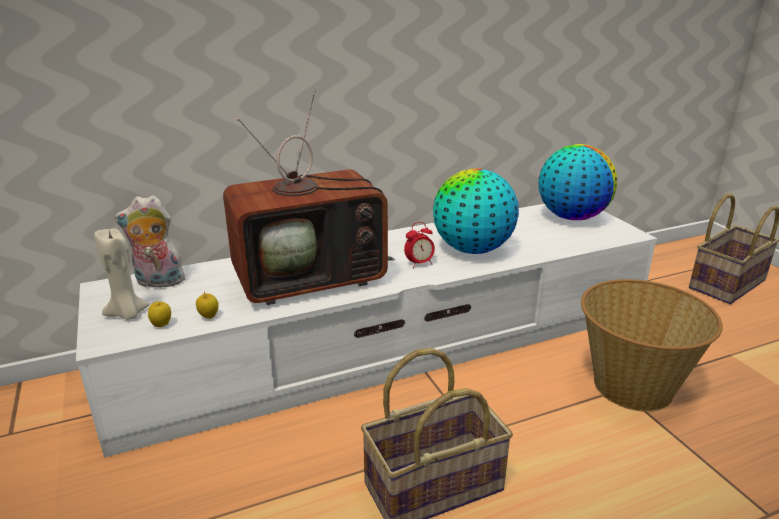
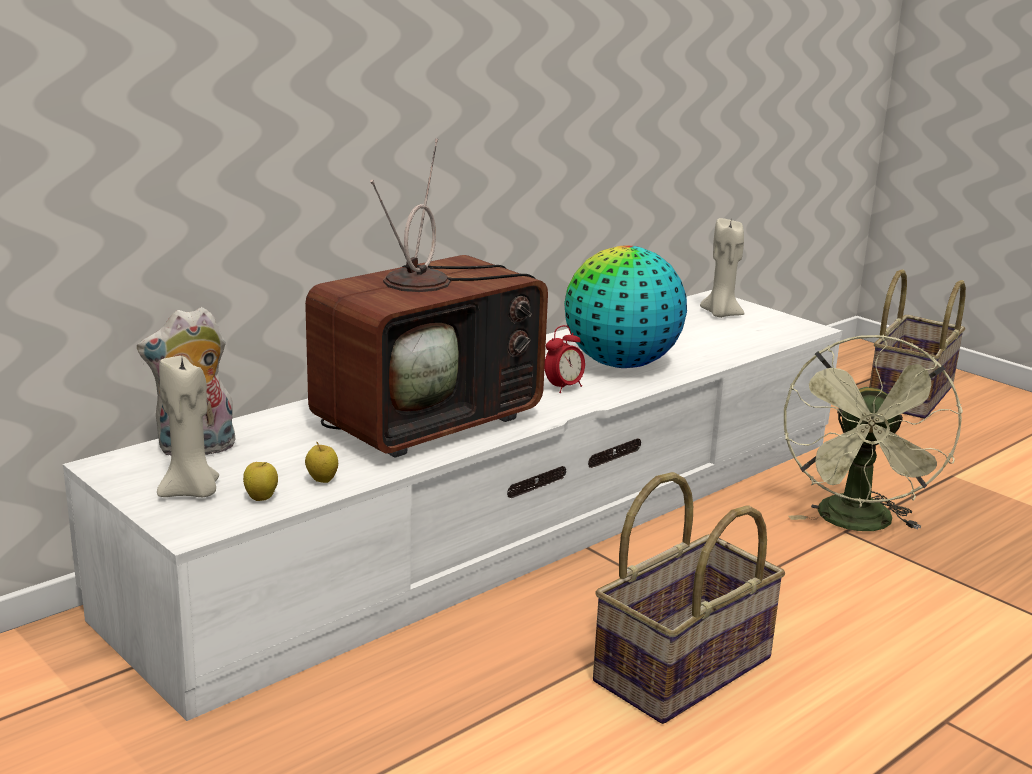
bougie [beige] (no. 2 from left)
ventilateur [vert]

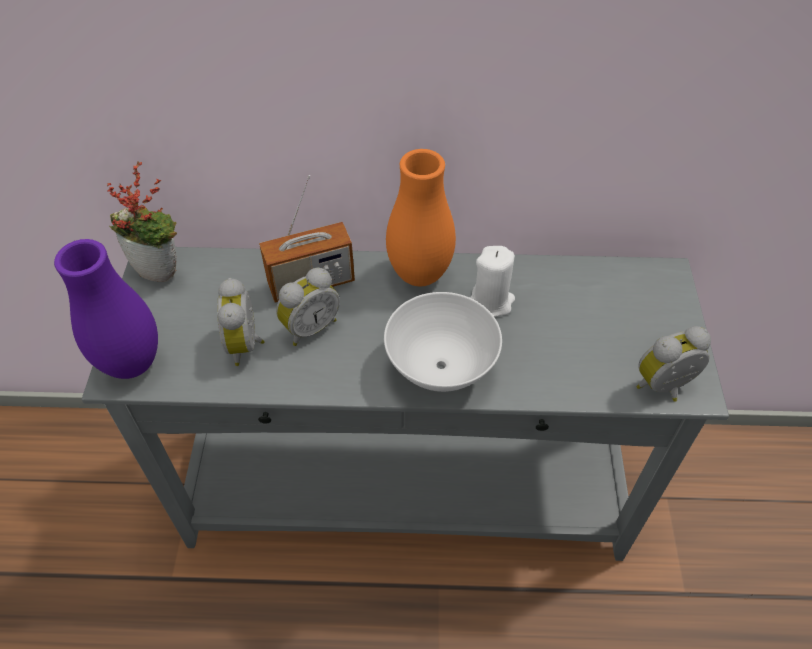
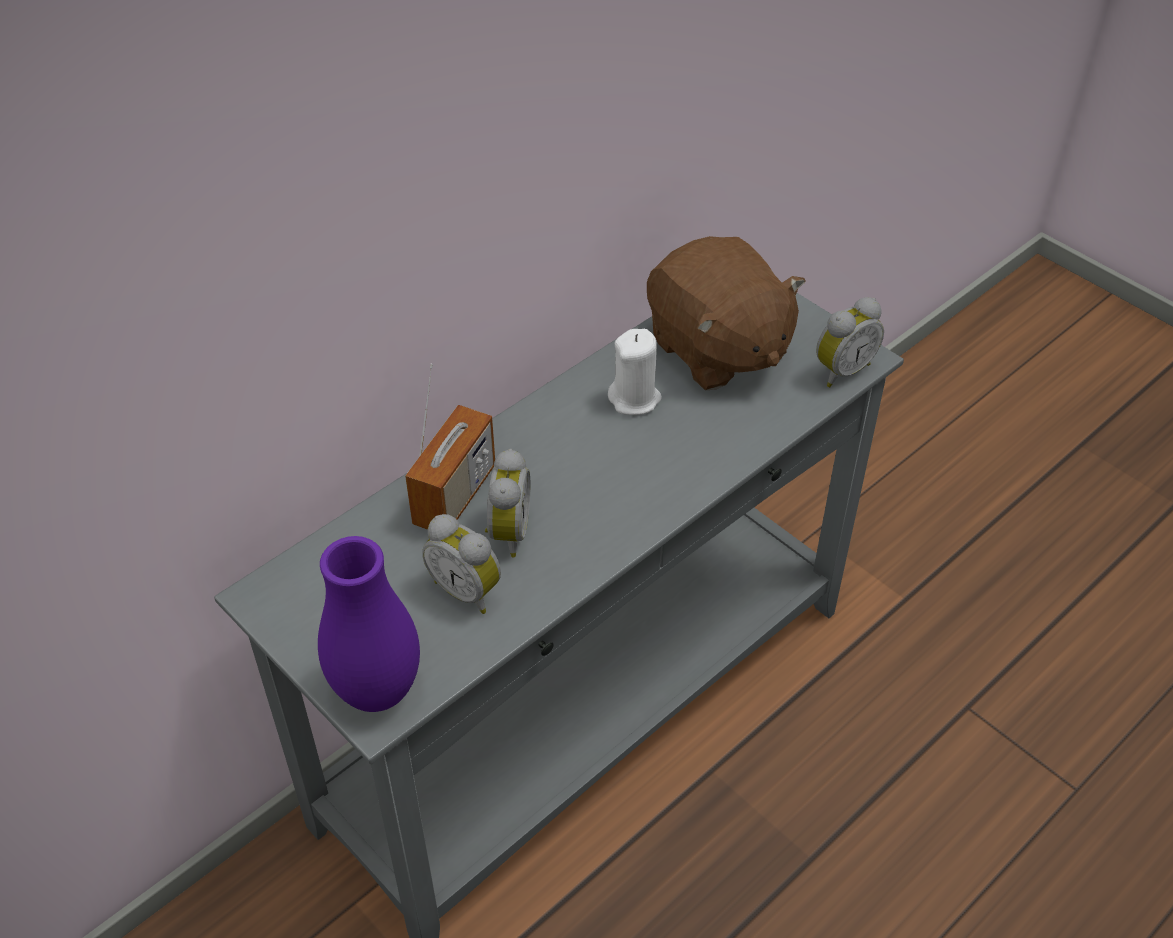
plante en pot
bol [blanc]
vase [orange]
peluche [marron]
réveil (no. 3 from left)

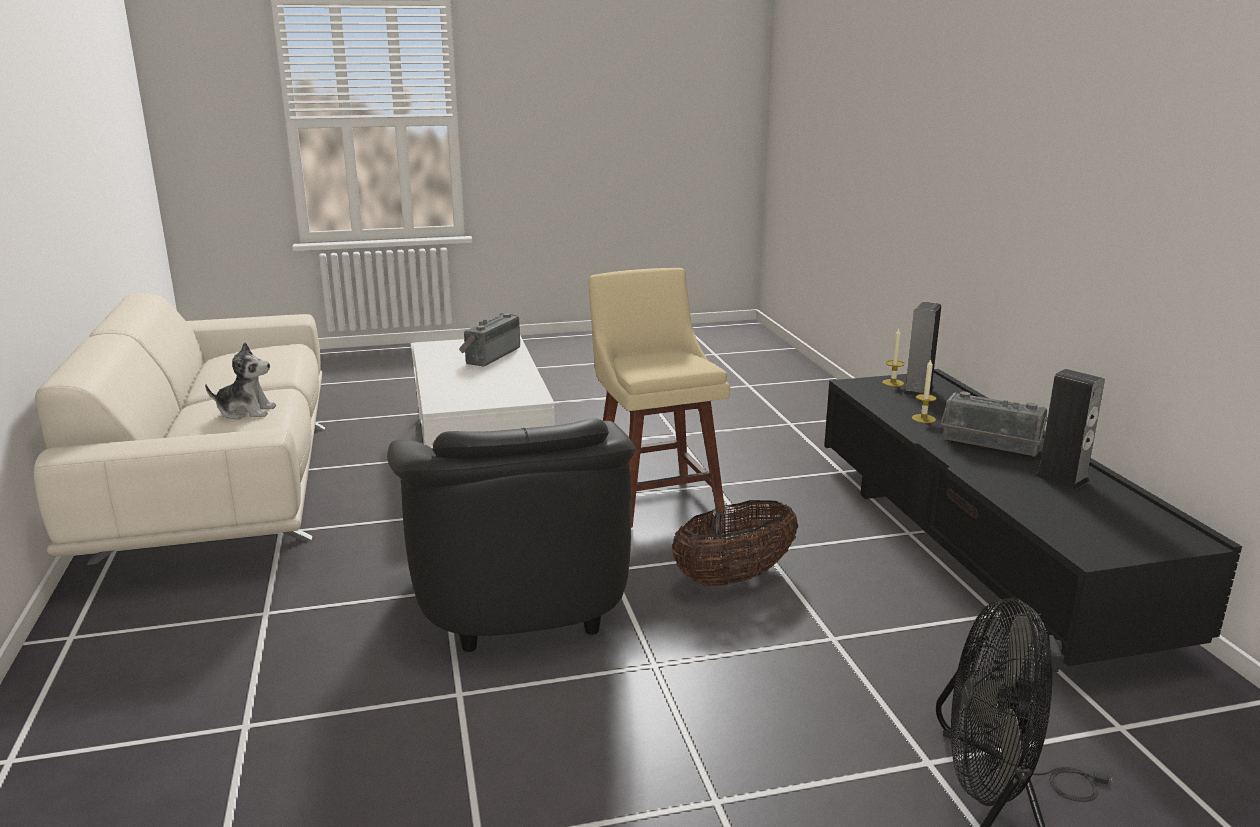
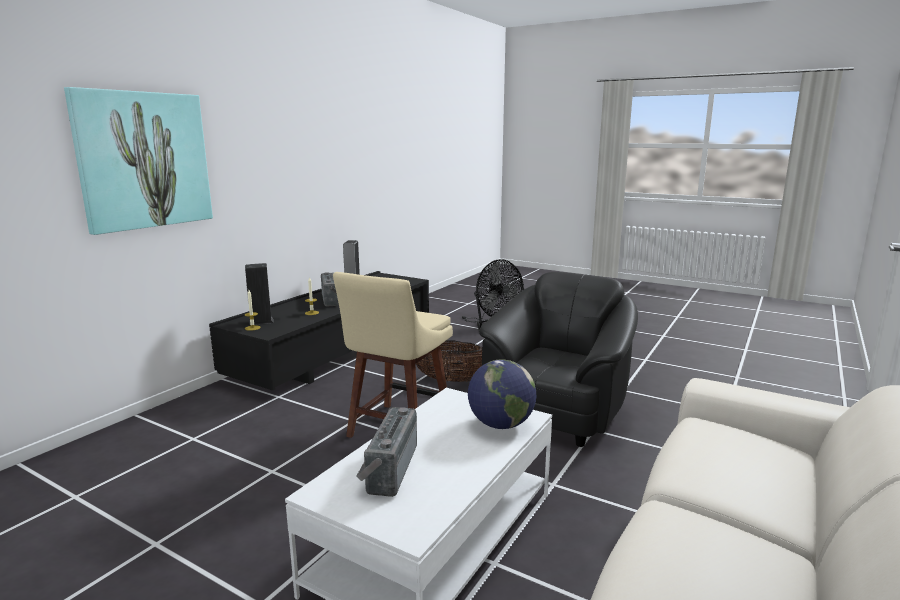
peluche
tableau
globe
radio (no. 2 from left)

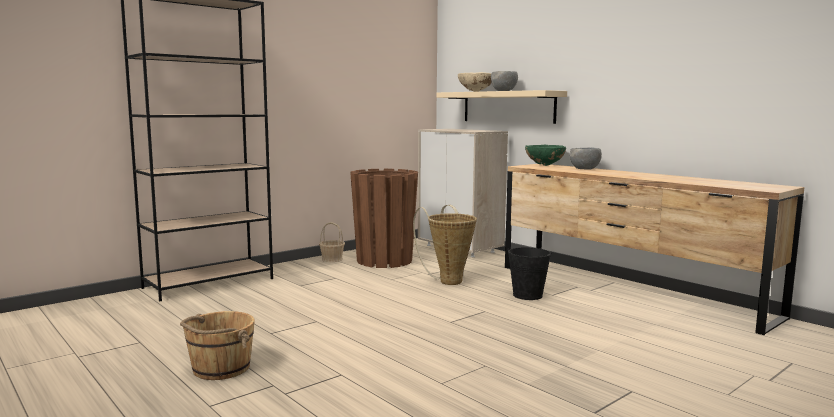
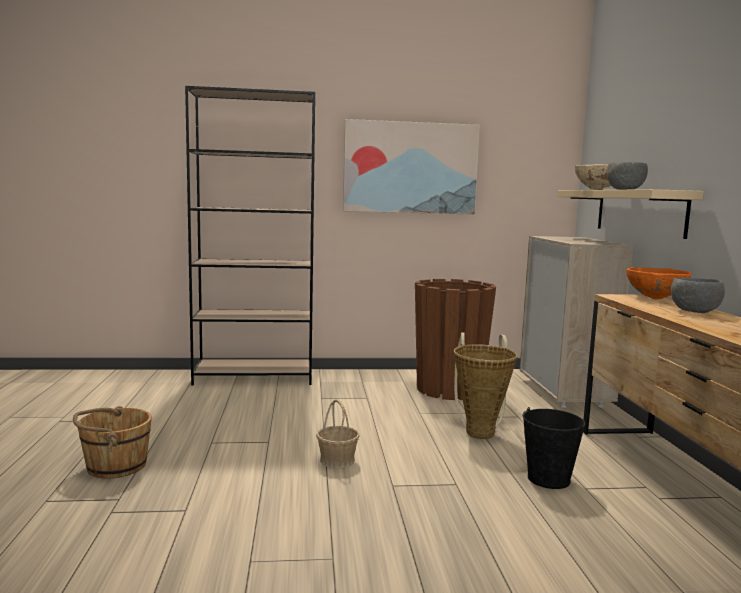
tableau
panier (no. 1 from left)
bol [orange]

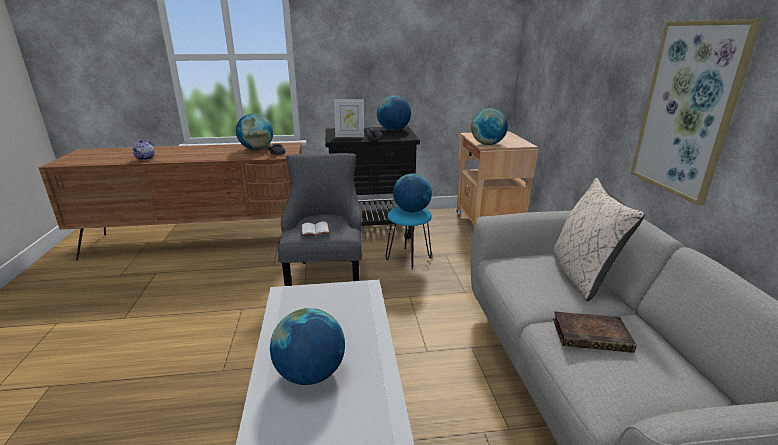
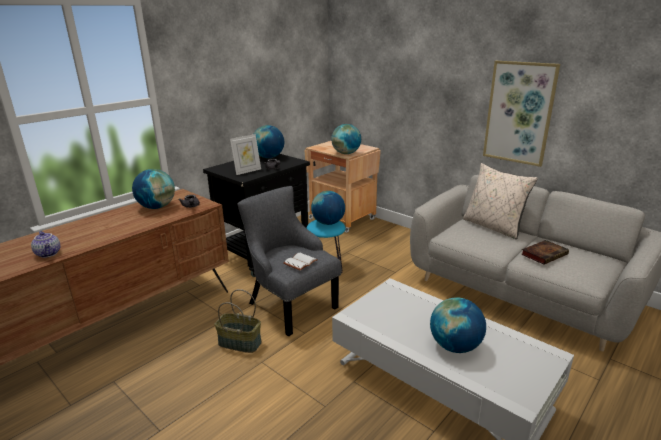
panier

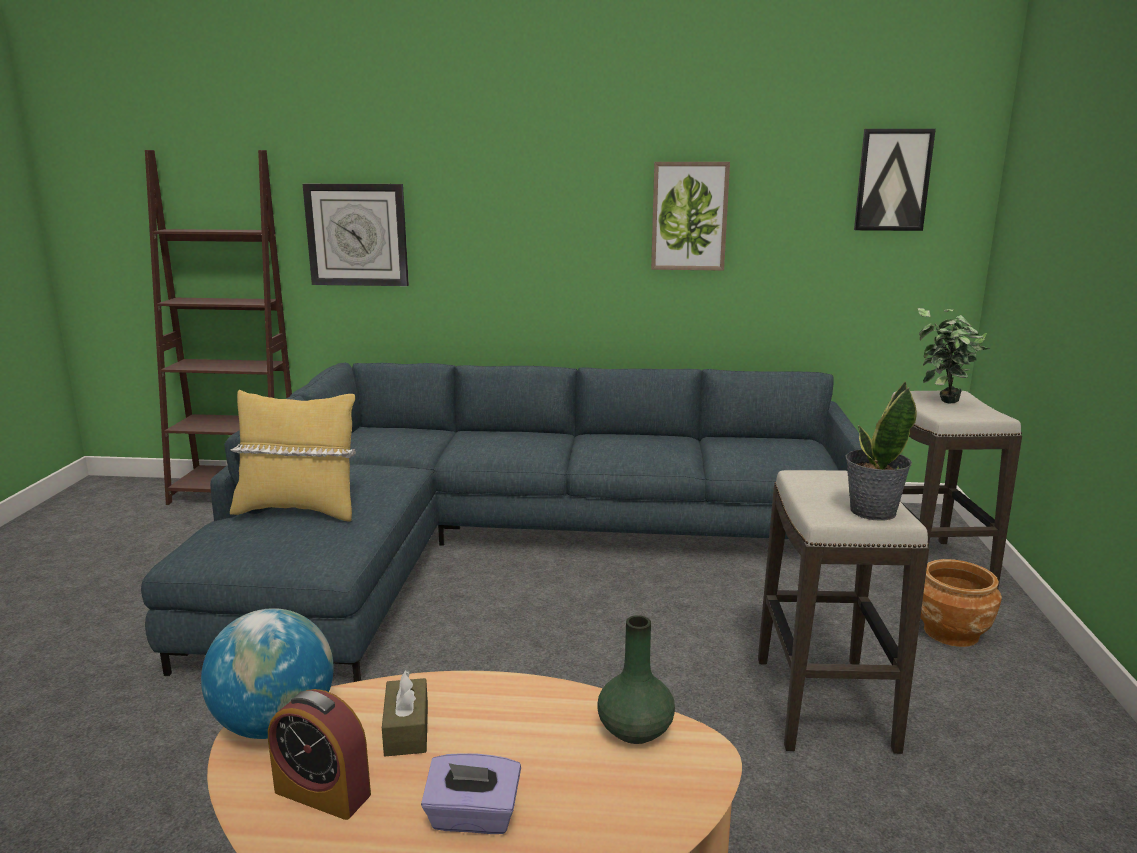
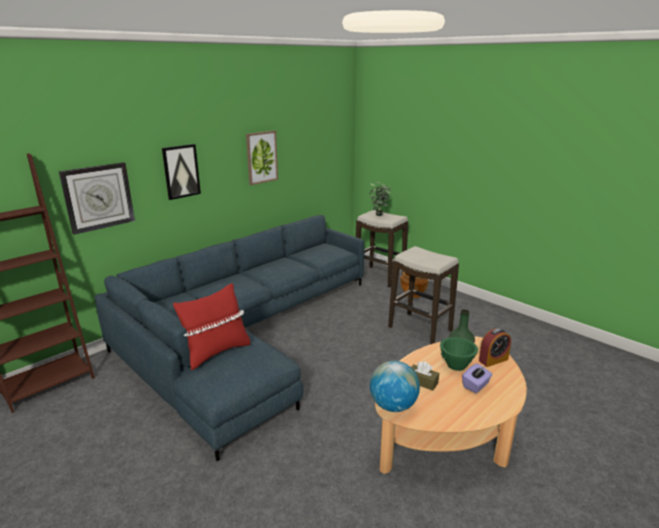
plante en pot (no. 1 from left in the first image)
bol [vert]
réveil
tableau (no. 1 from left)
coussin [rouge]

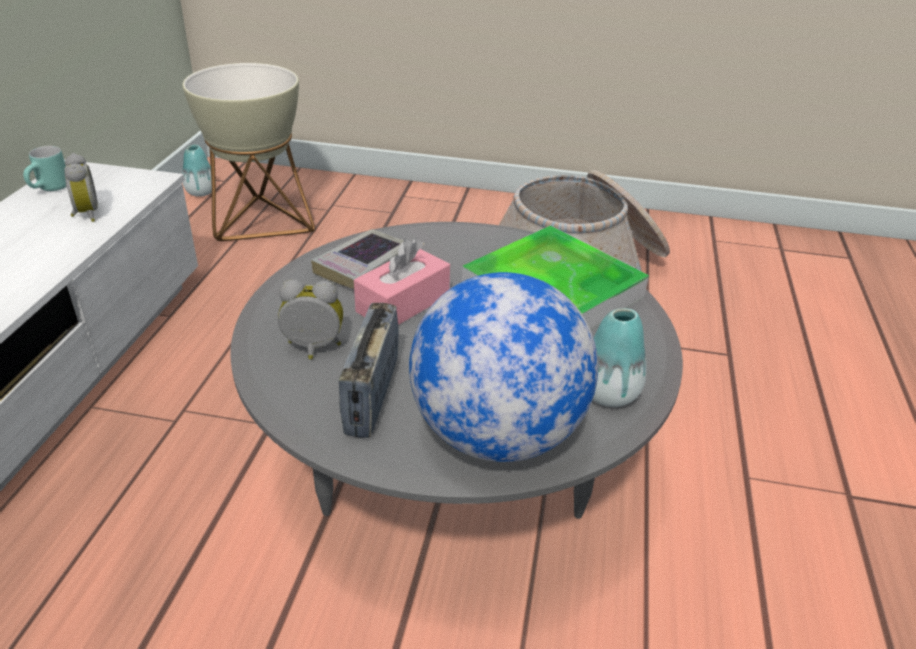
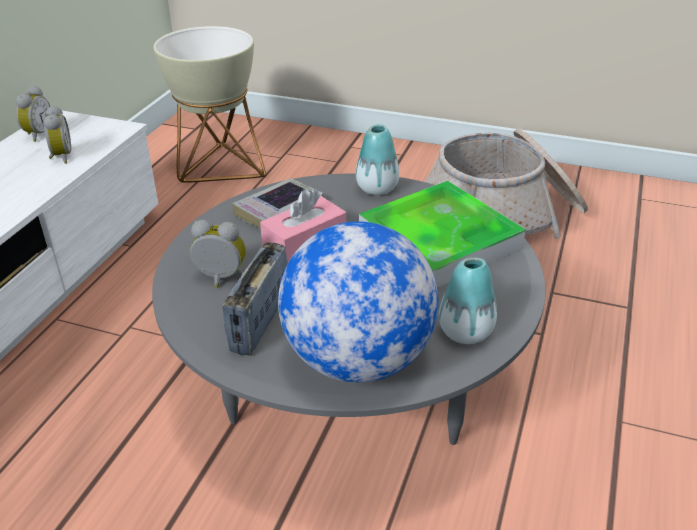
vase (no. 1 from left)
réveil (no. 1 from left)

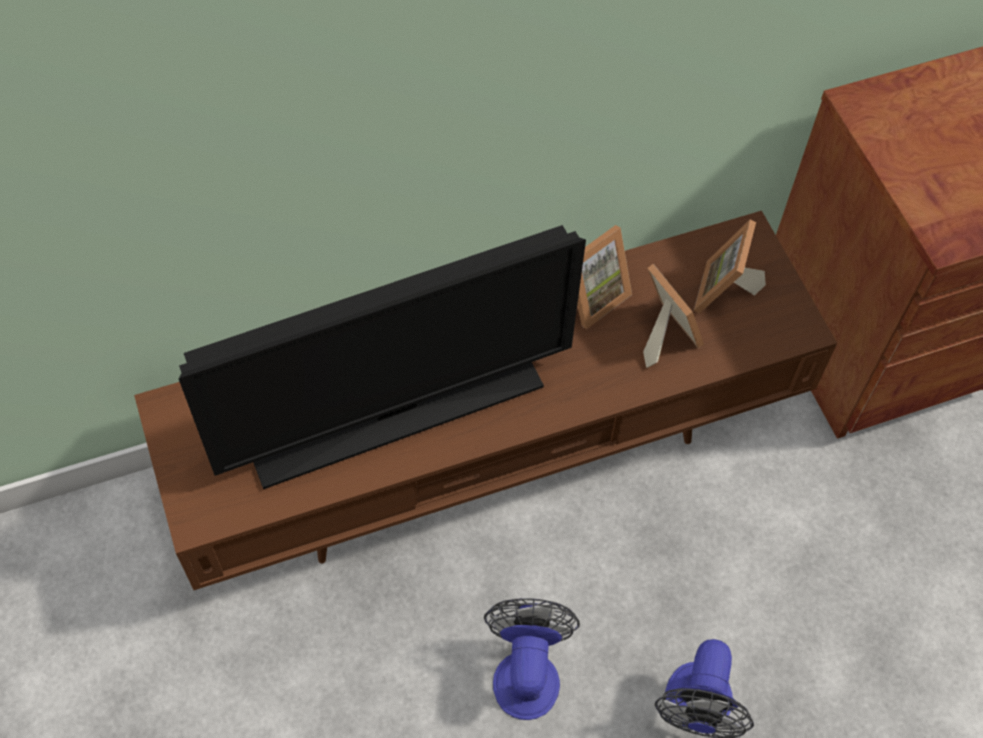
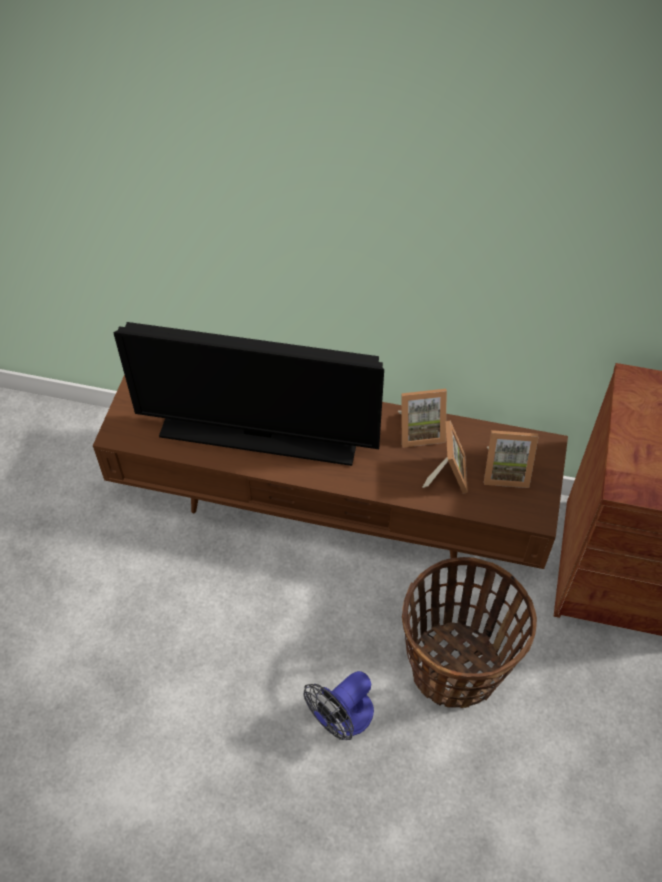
ventilateur (no. 1 from left in the first image)
panier
cadre photo (no. 3 from left)

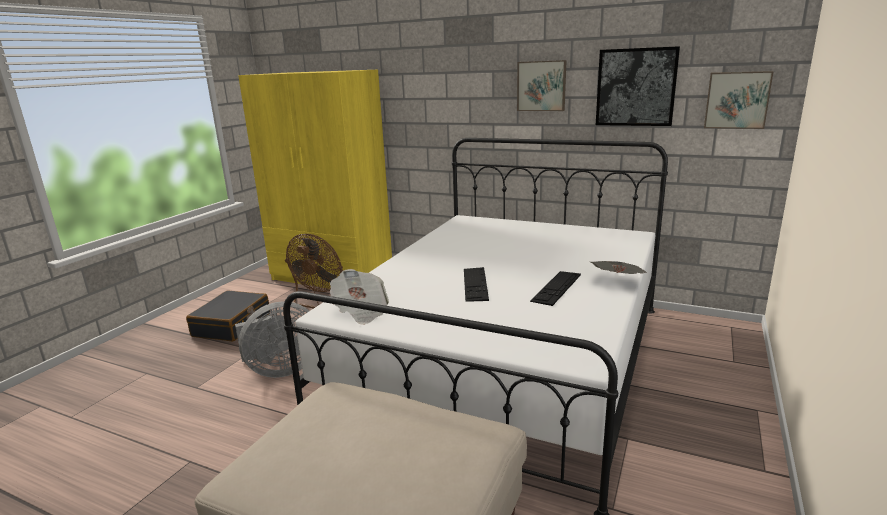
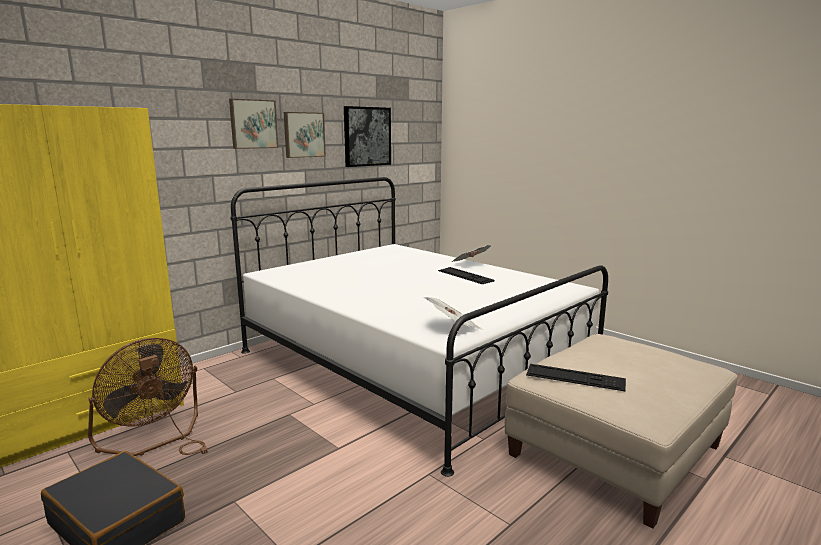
ventilateur [gris]
clavier (no. 2 from left)
tableau (no. 1 from left)

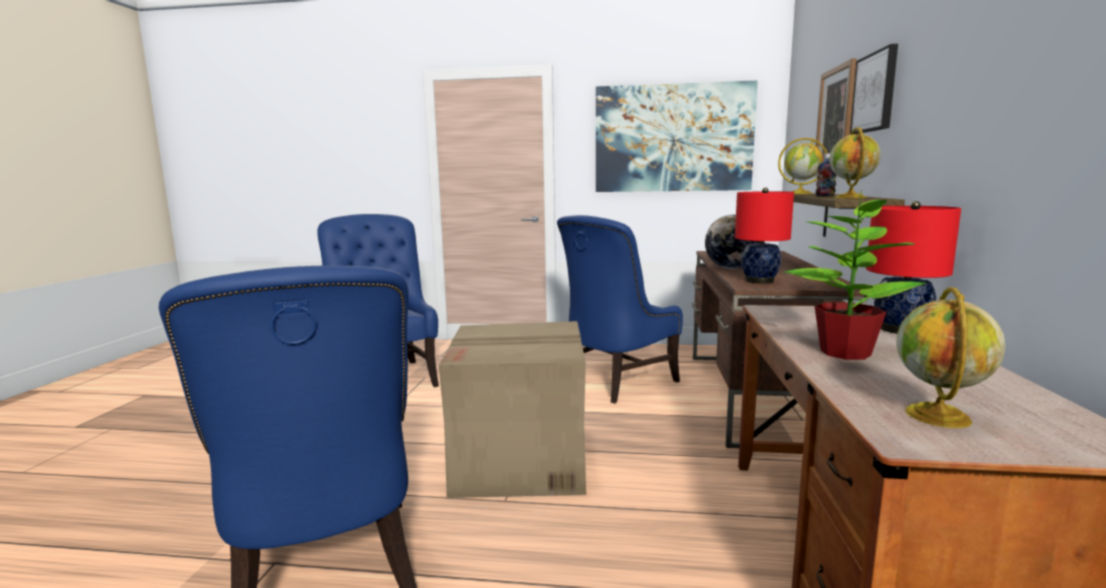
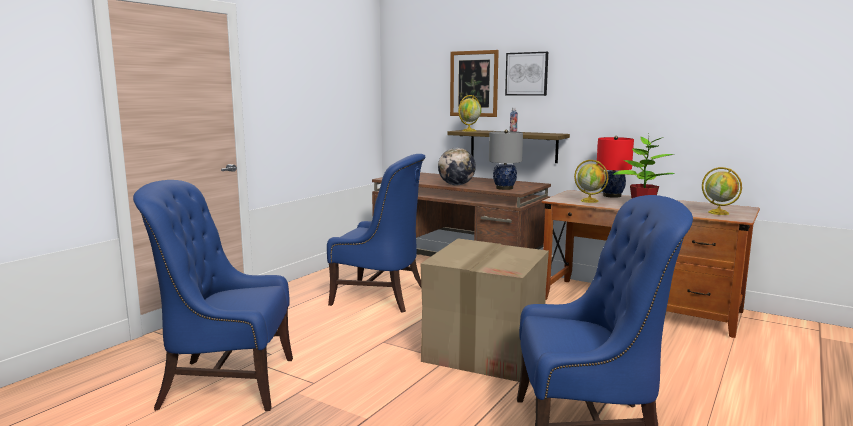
tableau (no. 1 from left in the first image)
globe (no. 3 from left)
lampe de table [gris]
chaise [bleu] (no. 2 from left)

